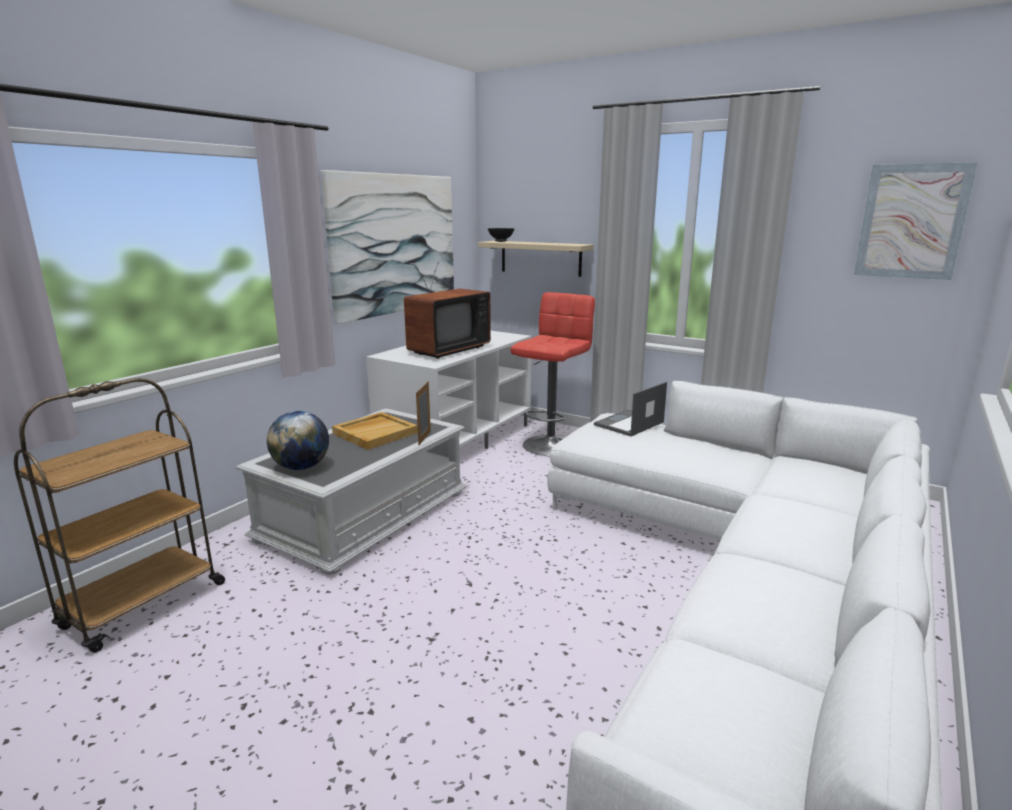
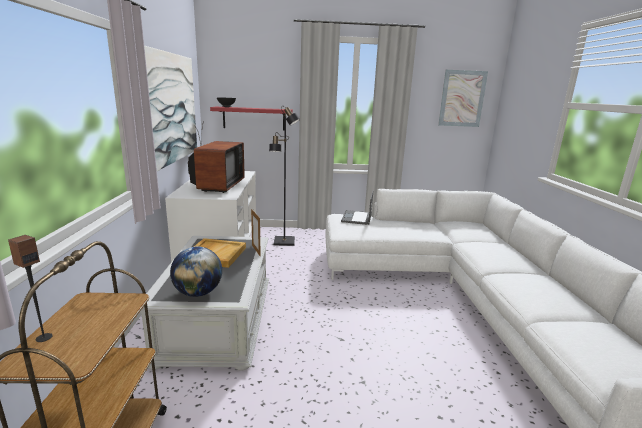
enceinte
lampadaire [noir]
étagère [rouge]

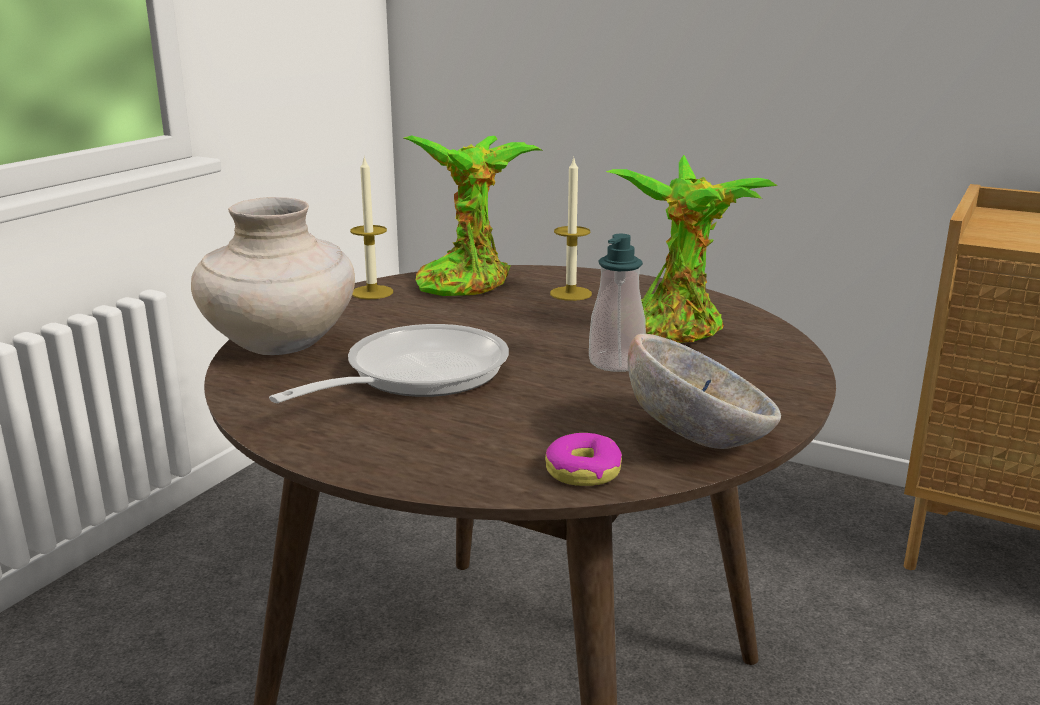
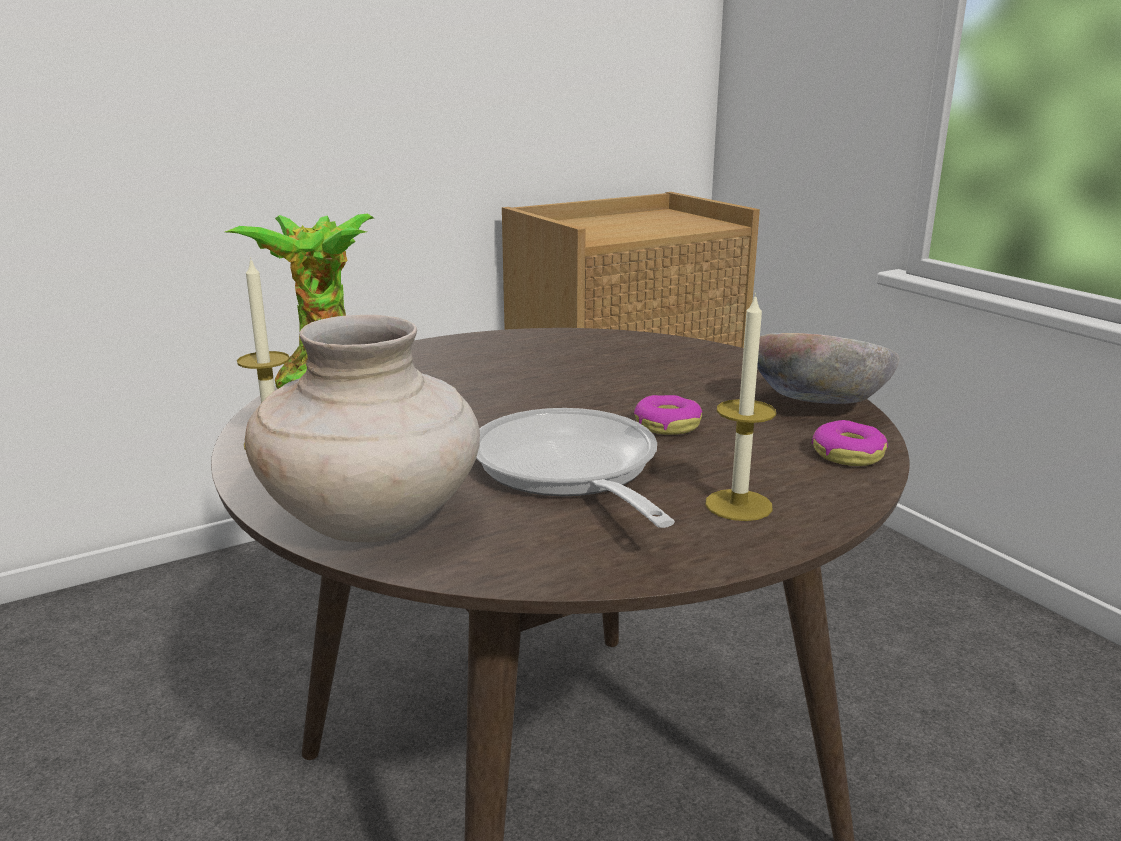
distributeur de savon
plante en pot (no. 2 from left in the first image)
beignet (no. 1 from left)
bougie (no. 2 from left)

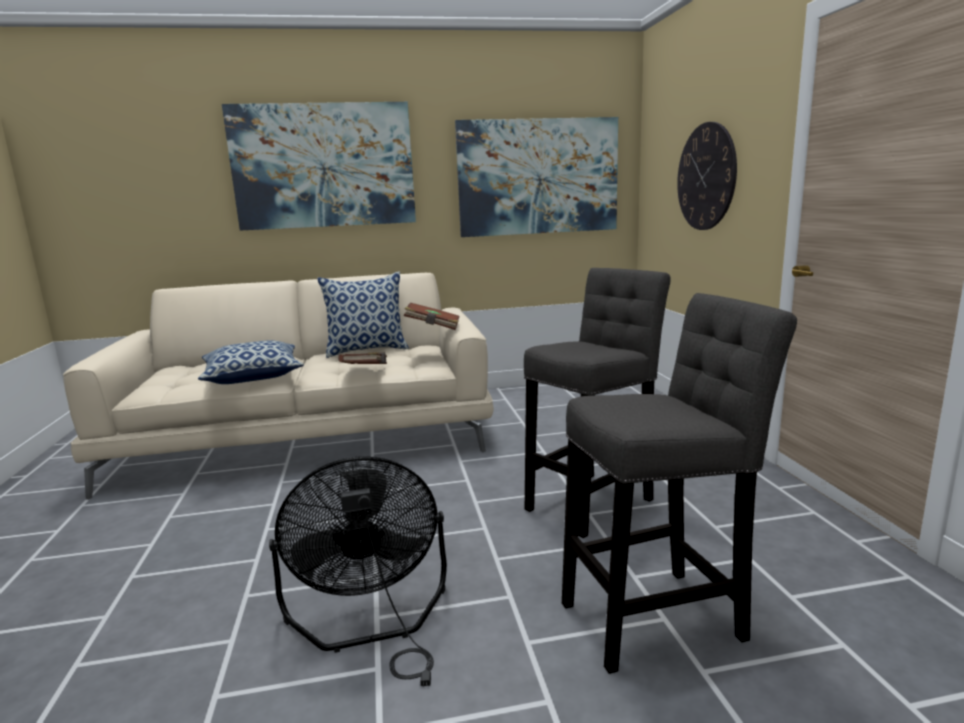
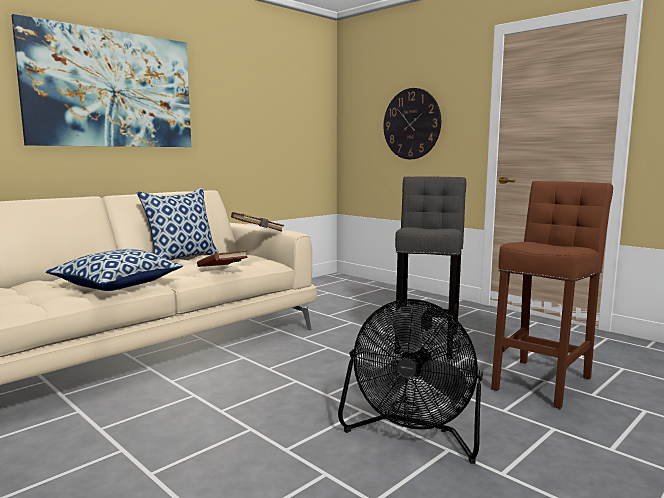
tableau (no. 2 from left in the first image)
tabouret [marron]
ventilateur [noir]

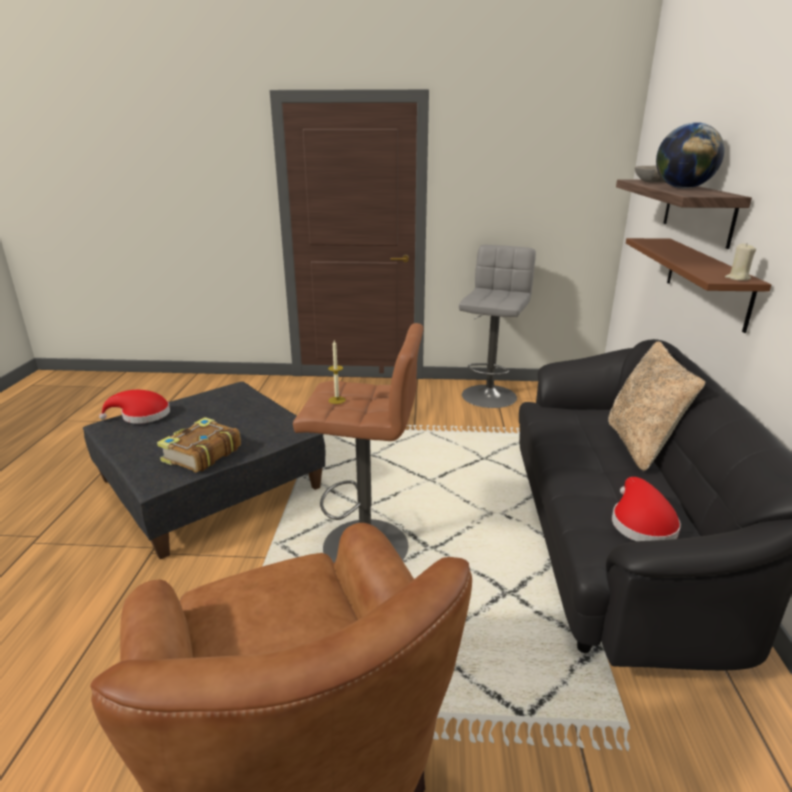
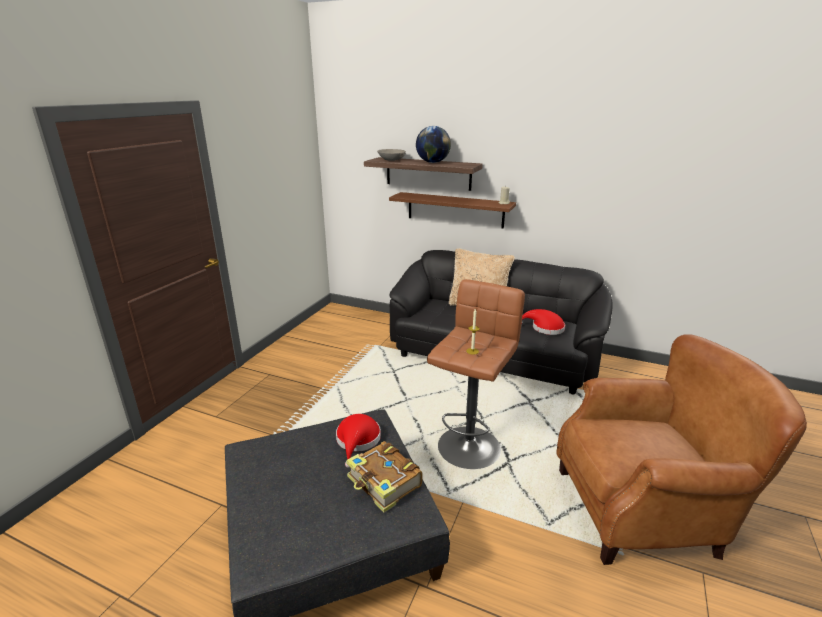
tabouret [gris]
chapeau [rouge] (no. 1 from left)

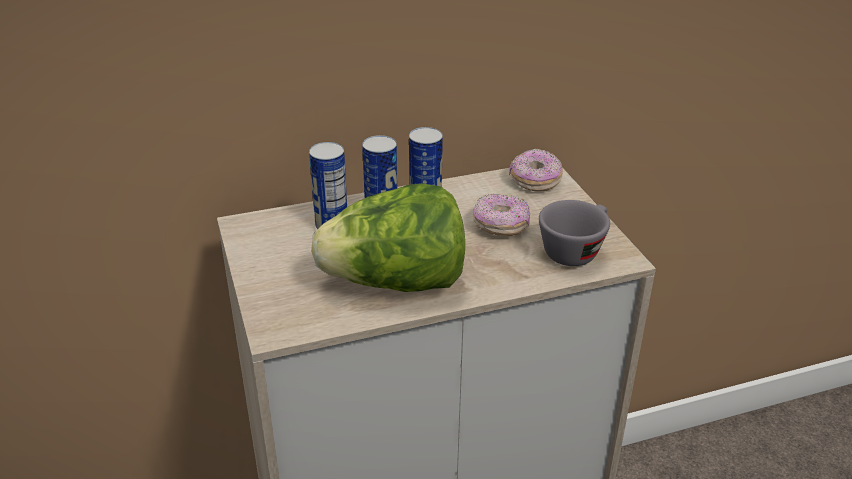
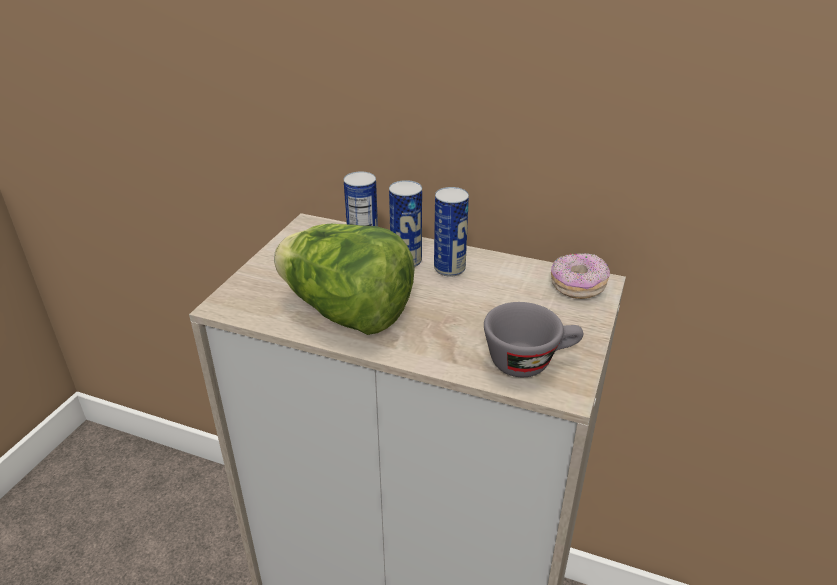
beignet (no. 1 from left in the first image)

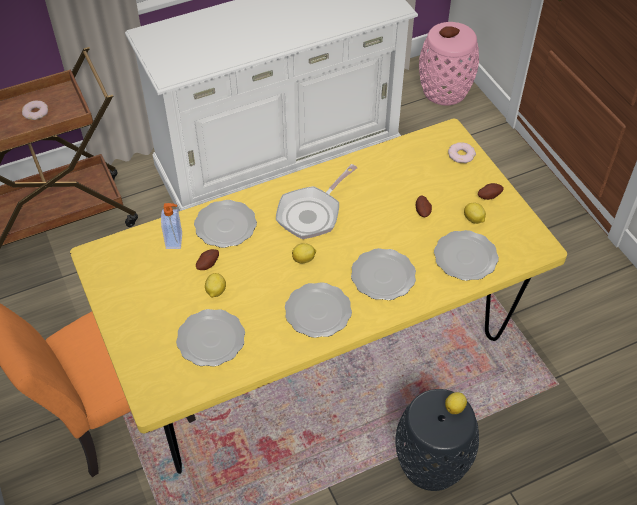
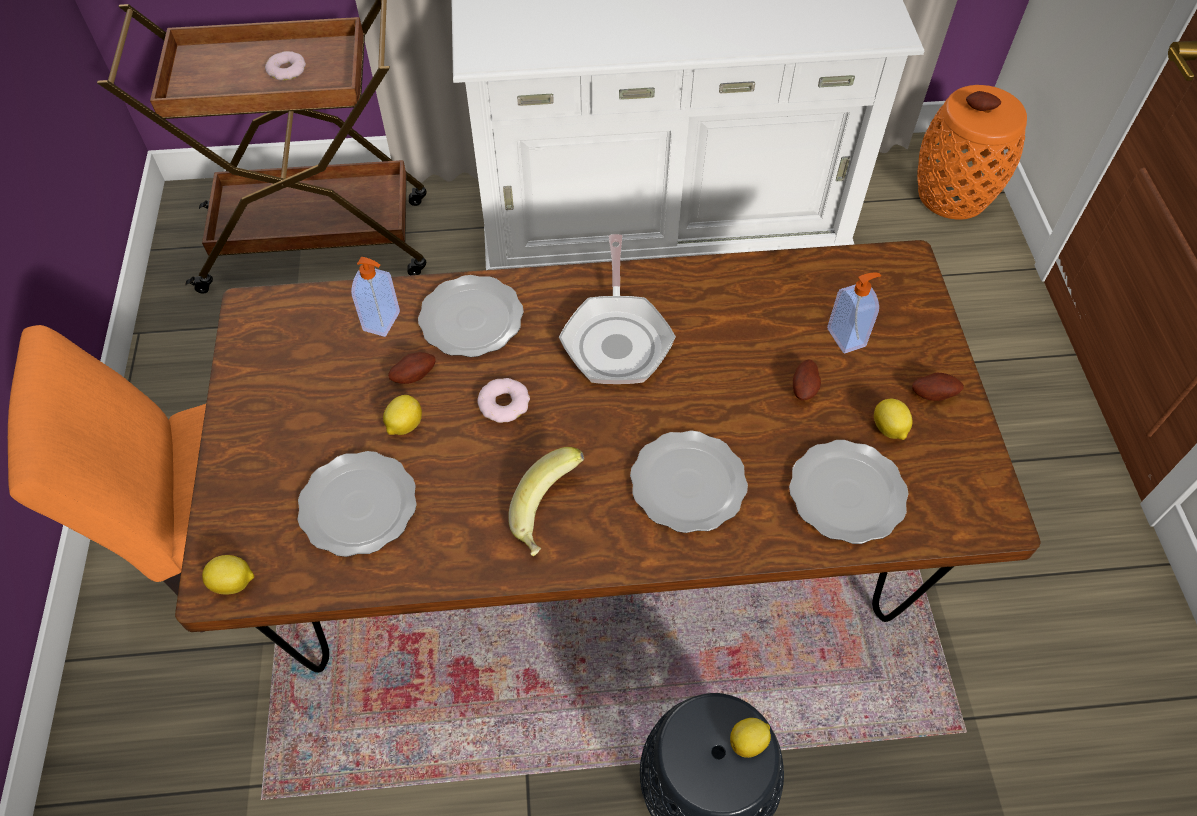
distributeur de savon (no. 2 from left)
citron (no. 1 from left)
beignet (no. 2 from left)
banane
table à manger [marron]
tabouret [orange]
poêle

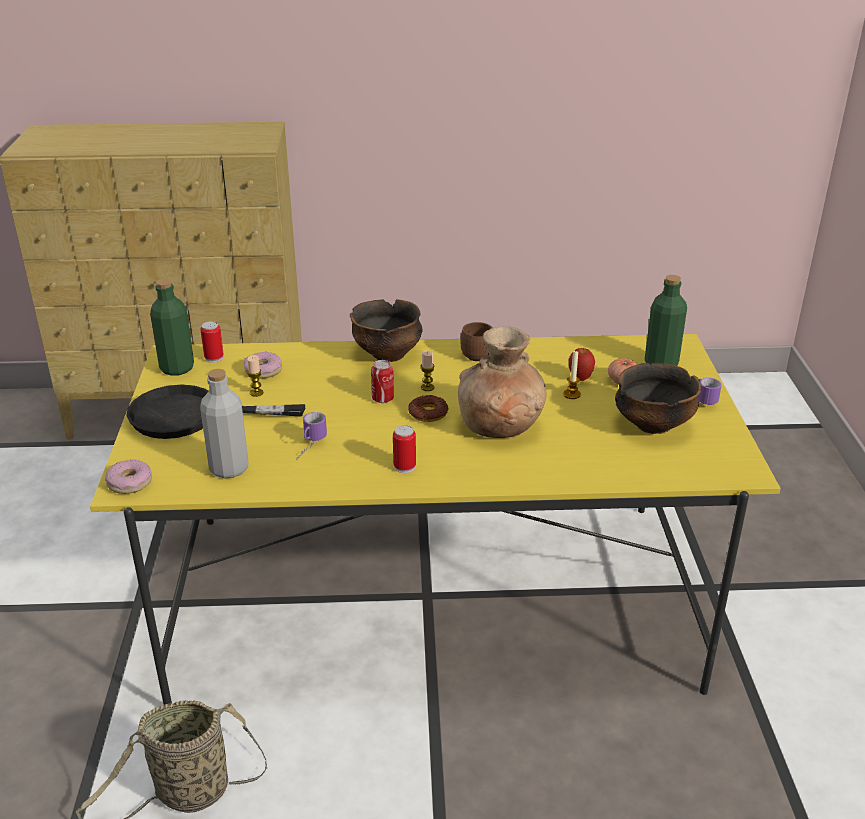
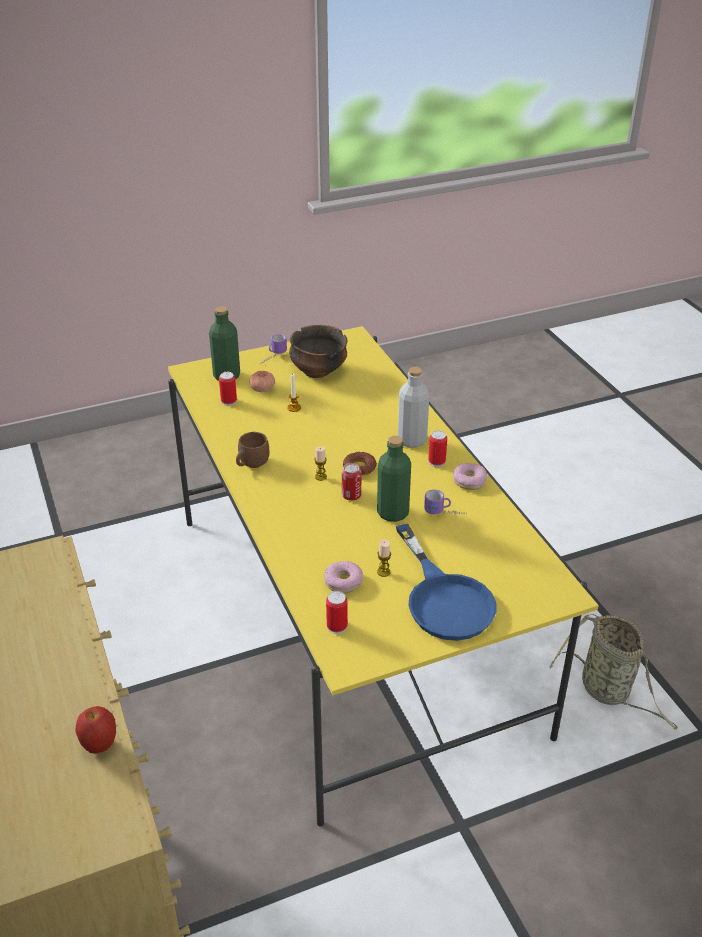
bol (no. 1 from left in the first image)
vase [marron]
boîte métallique (no. 1 from left)
beignet (no. 3 from left)
bouteille [vert] (no. 2 from left)
bouteille [gris]
pomme
poêle [bleu]

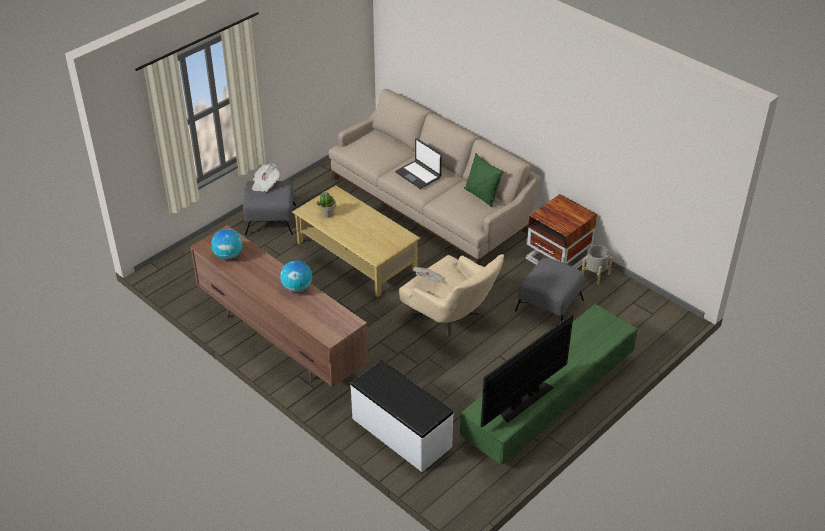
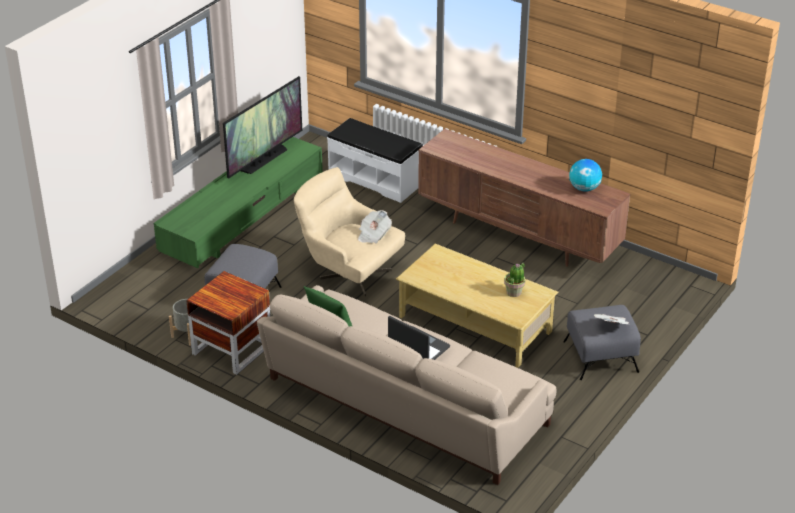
globe (no. 2 from left in the first image)

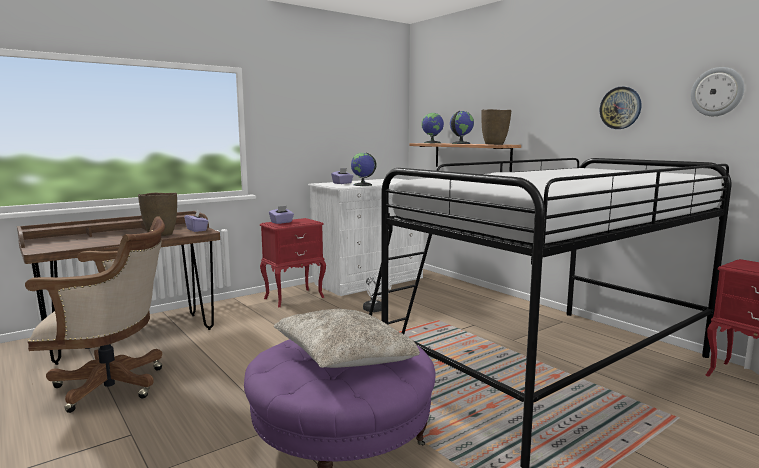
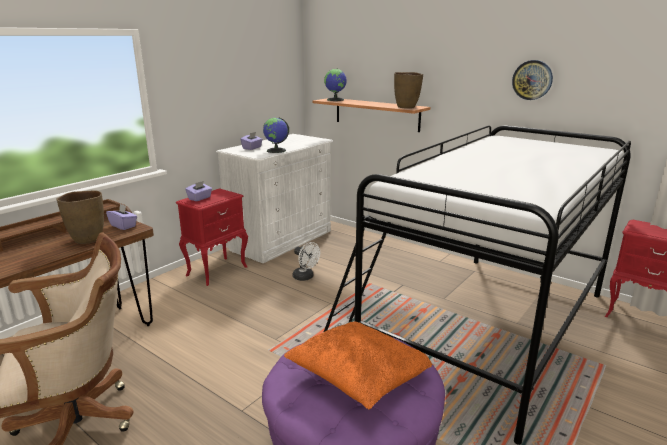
globe (no. 3 from left in the first image)
horloge murale (no. 2 from left in the first image)
coussin [orange]

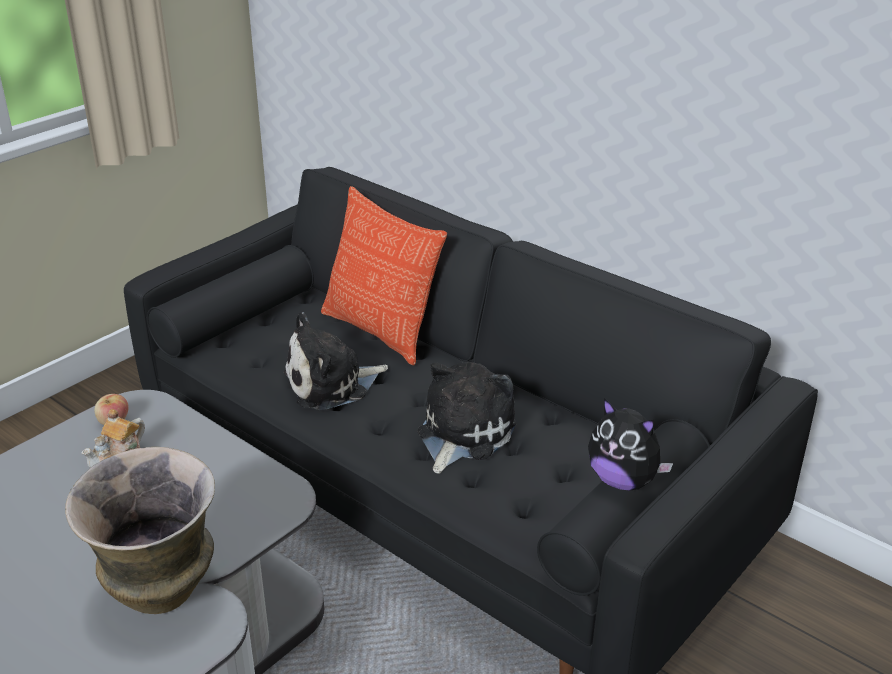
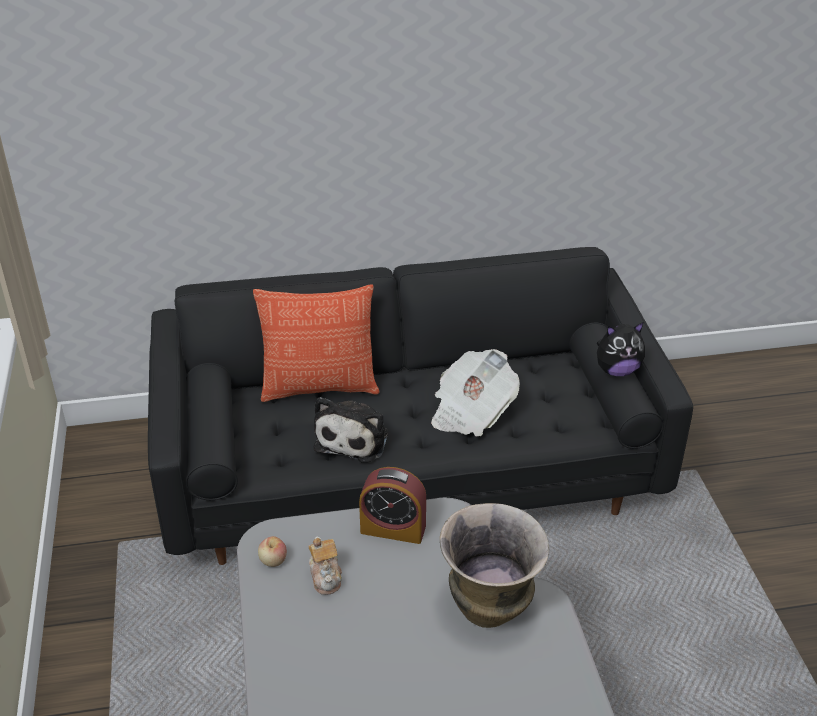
réveil
journal

